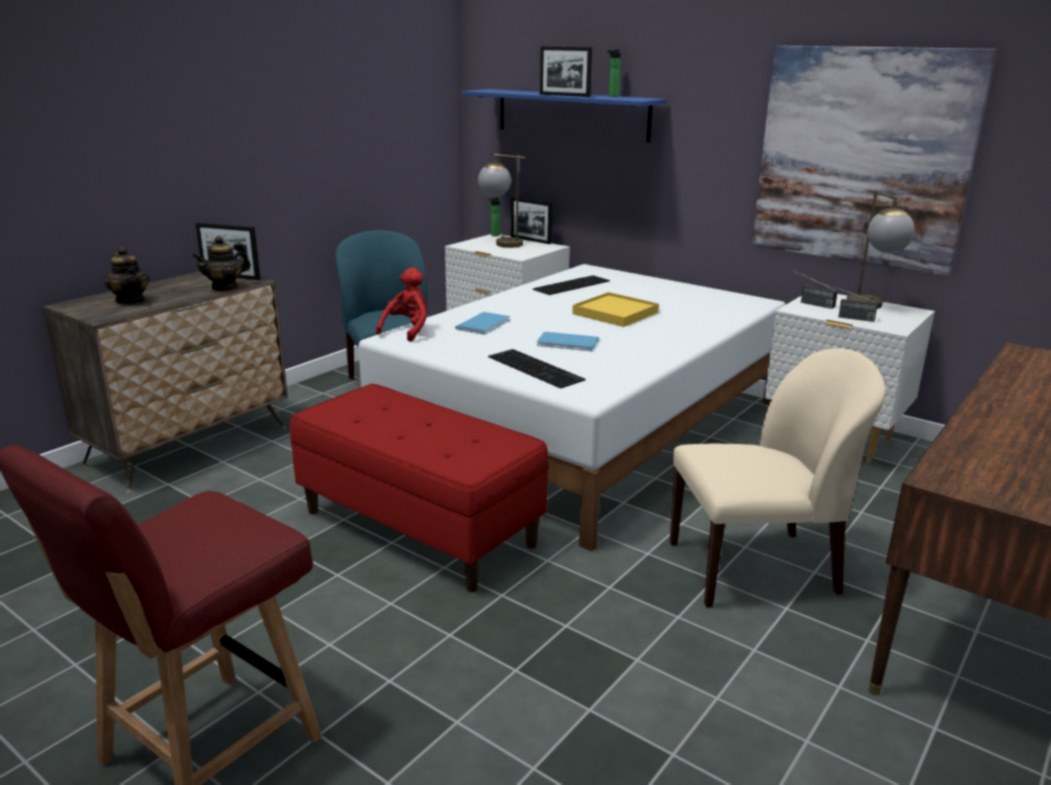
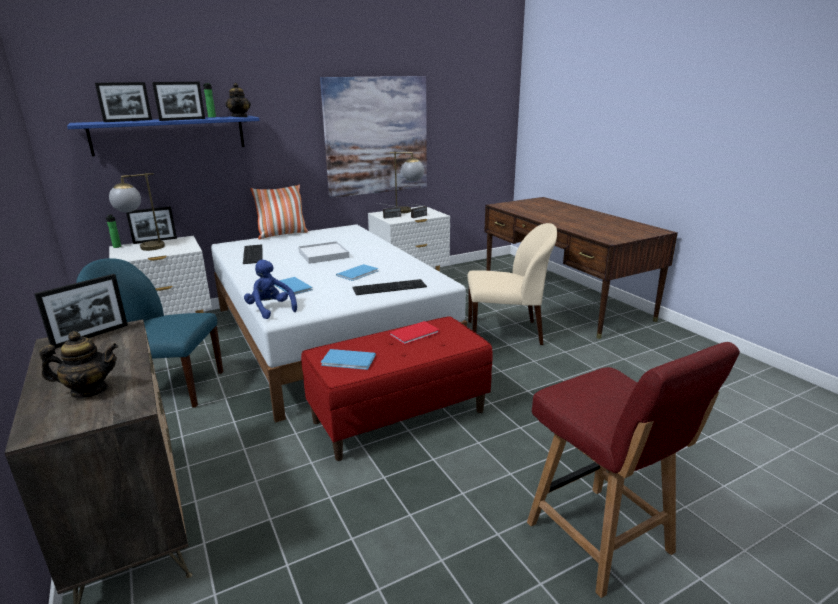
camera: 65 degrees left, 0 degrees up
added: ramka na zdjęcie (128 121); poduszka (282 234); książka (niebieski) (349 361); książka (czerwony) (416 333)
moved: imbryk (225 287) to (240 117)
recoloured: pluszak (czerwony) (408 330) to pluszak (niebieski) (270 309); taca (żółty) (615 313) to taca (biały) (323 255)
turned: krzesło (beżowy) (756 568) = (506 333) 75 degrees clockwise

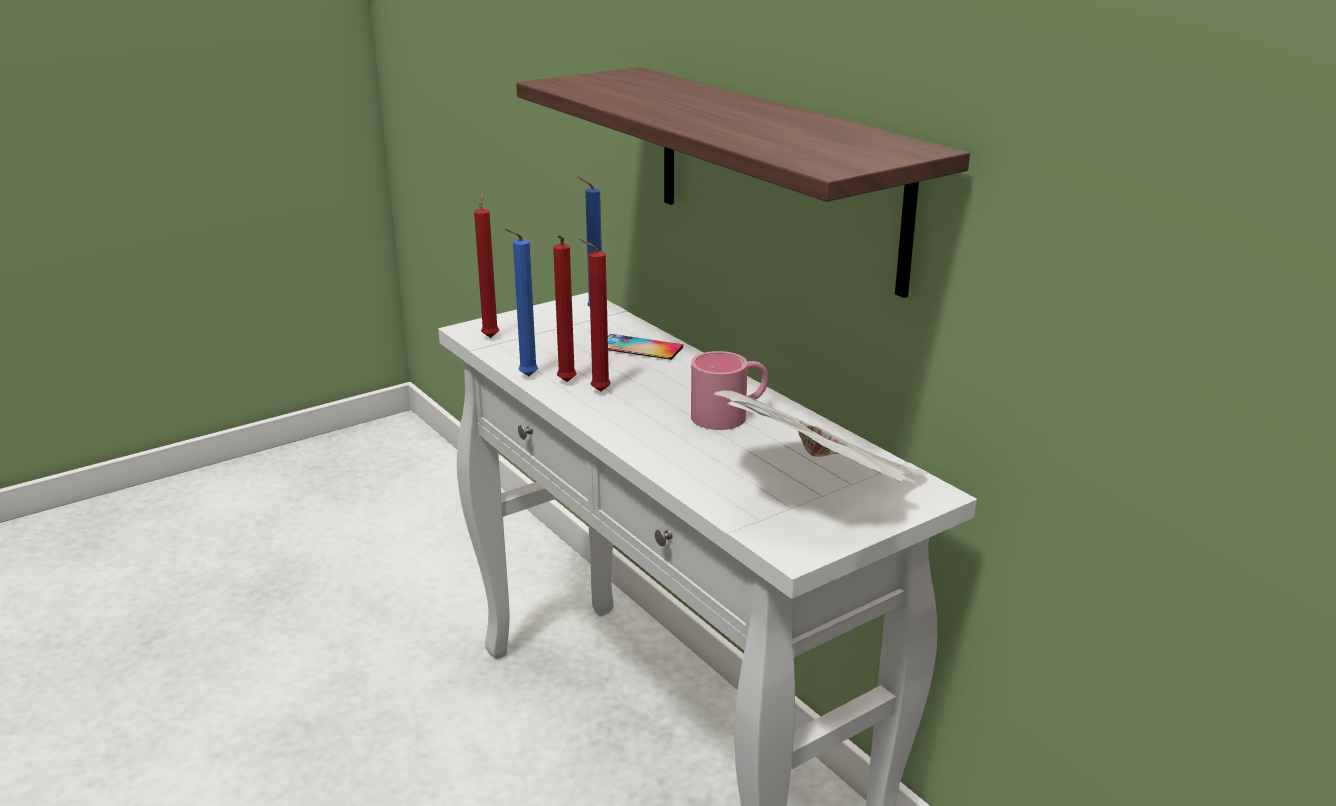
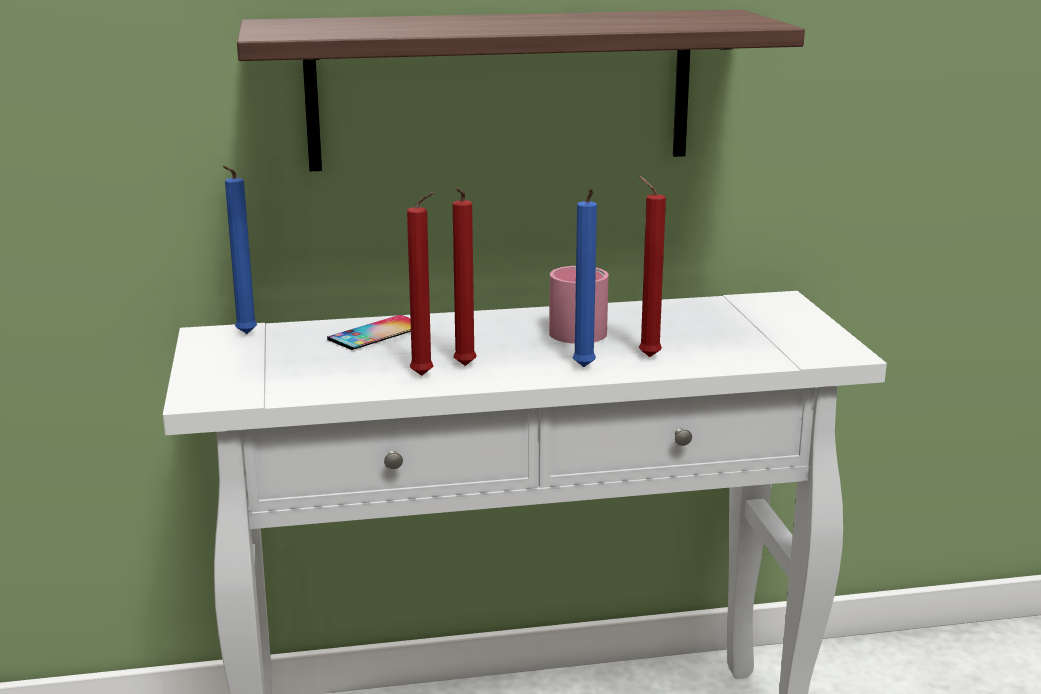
camera: 65 degrees left, 5 degrees down
removed: gazeta (823 489)
moved: świeca (niebieski) (525 377) to (584 368); świeca (czerwony) (491 336) to (646 356)

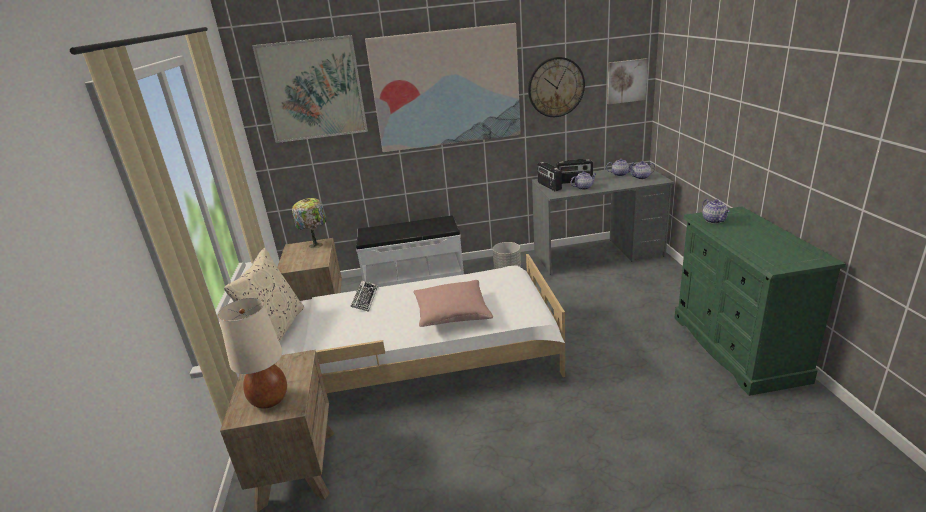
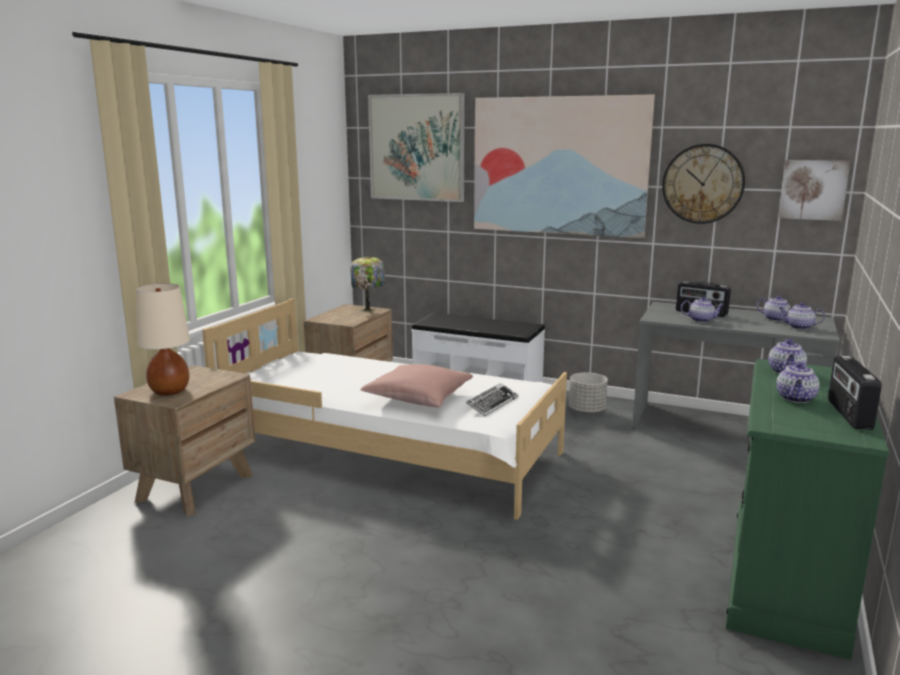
camera: 30 degrees right, 10 degrees down
removed: poduszka (beżowy) (276 329)
added: imbryk (796 399)
moved: klawiatura (365 299) to (492 403); radio (549 186) to (848 414)

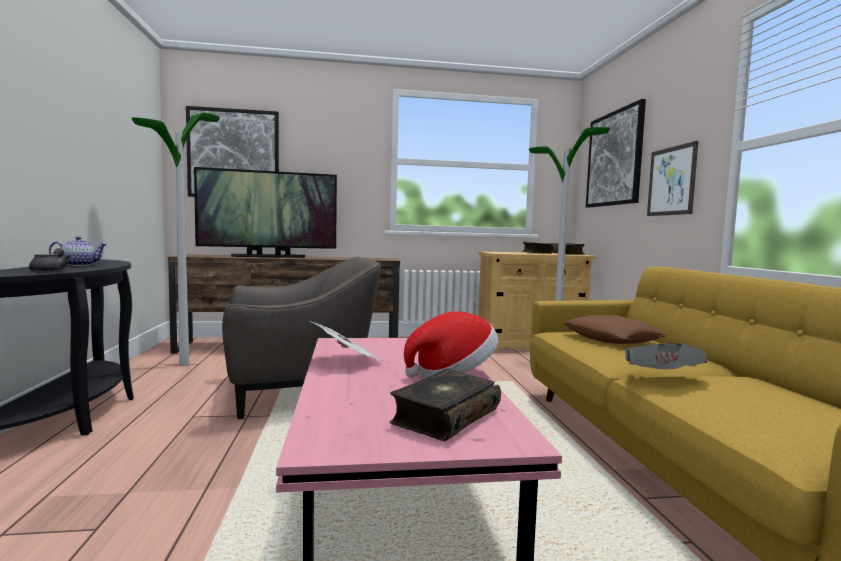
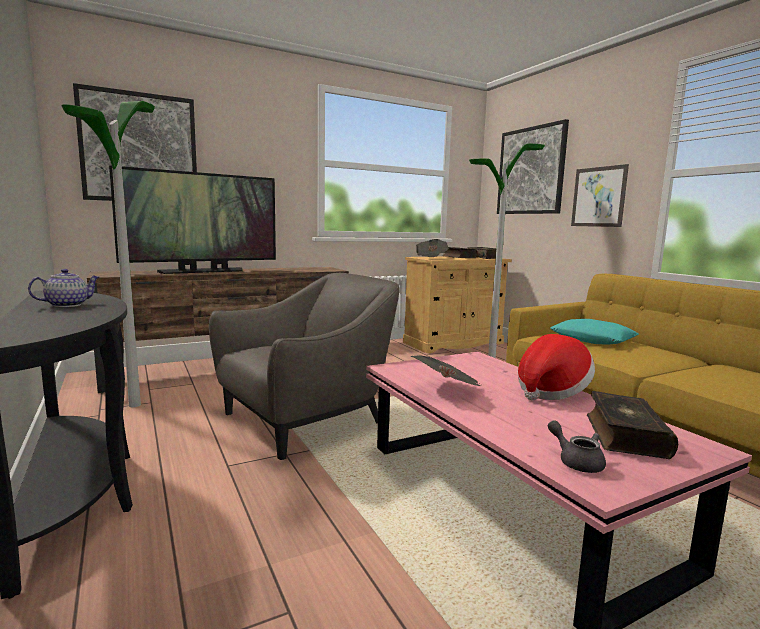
camera: 20 degrees left, 5 degrees up
moved: gazeta (662 378) to (431 258); imbryk (szary) (50 270) to (576 461)
recoloured: poduszka (brązowy) (612 338) to poduszka (turkusowy) (592 339)

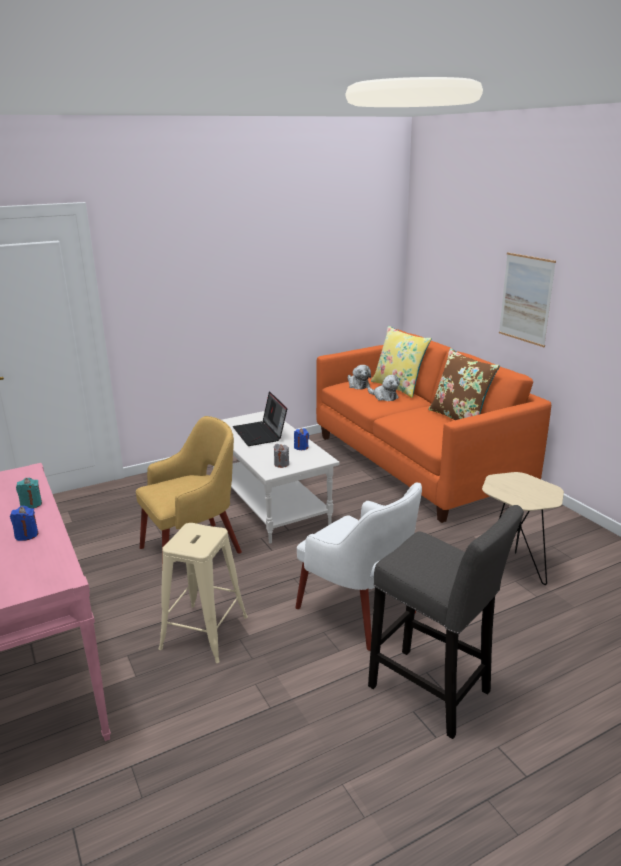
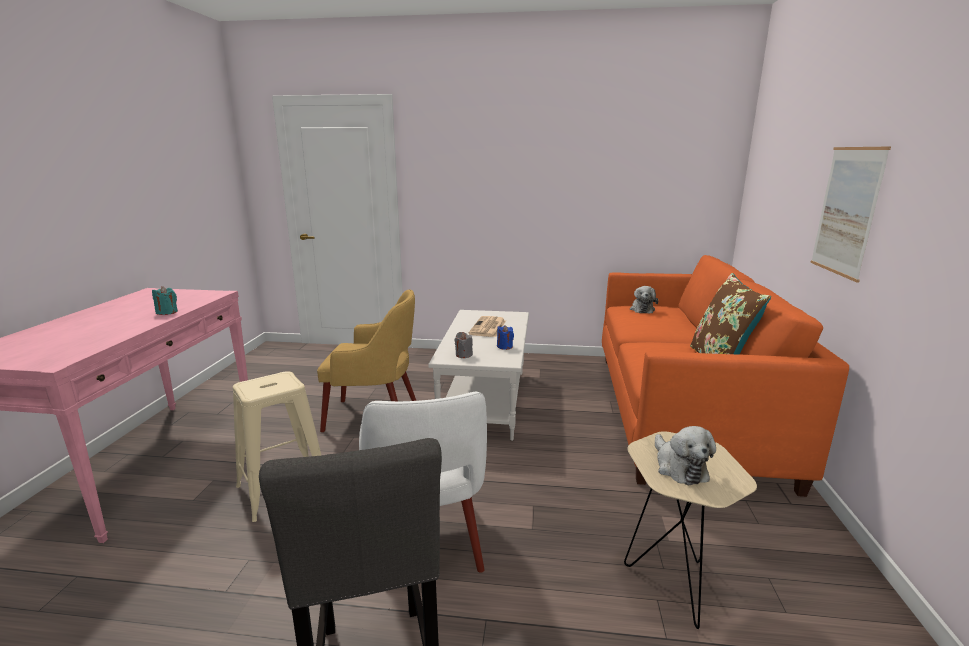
camera: 35 degrees right, 5 degrees down
removed: świeca (niebieski) (26 535); poduszka (żółty) (398 387)
moved: pluszak (384 397) to (679 467)
replaced: laptop (260 434) to gazeta (488 327)

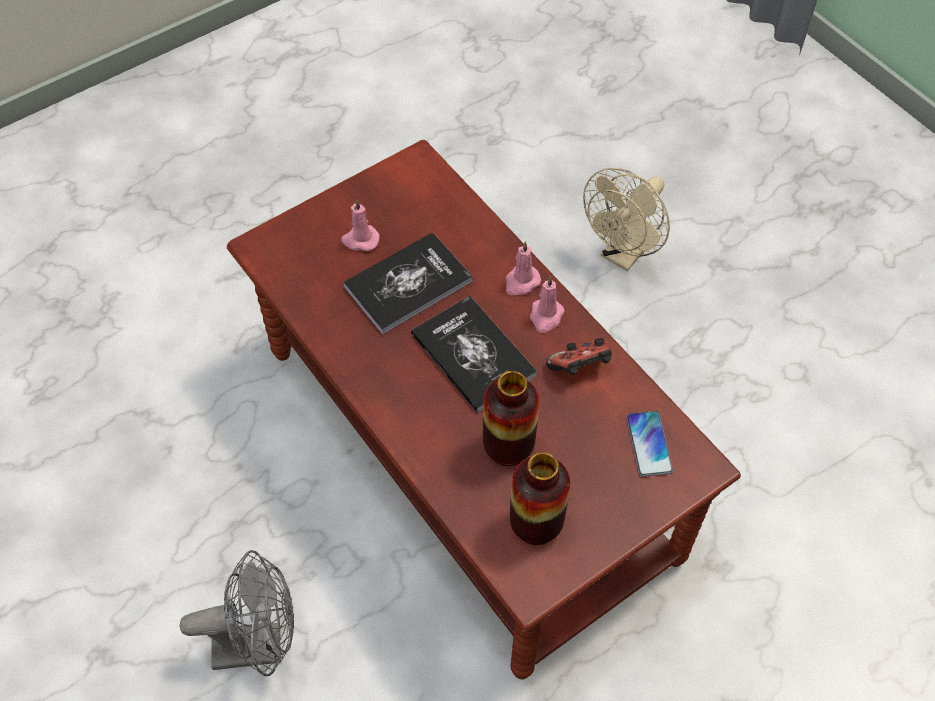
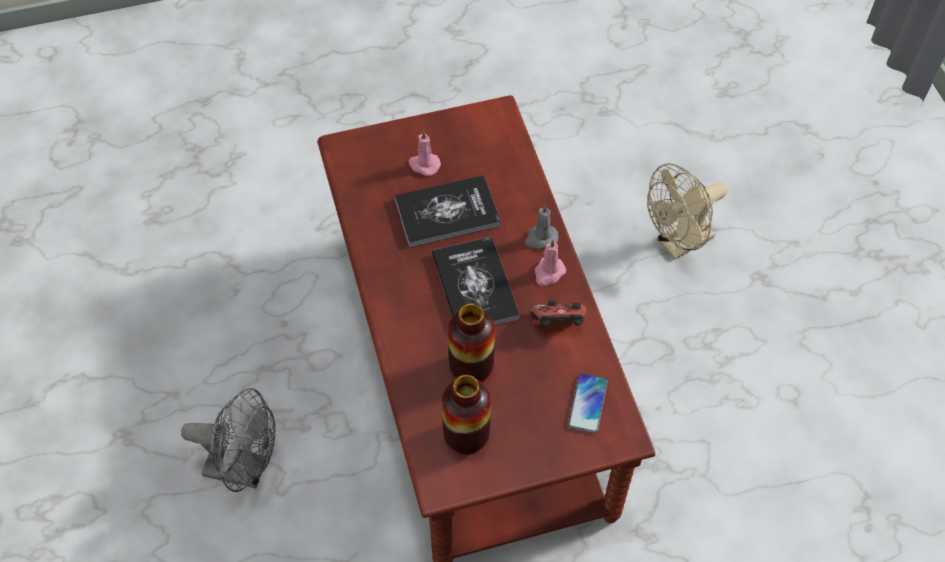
camera: 20 degrees right, 0 degrees up
recoloured: świeca (różowy) (521 282) to świeca (szary) (540 238)

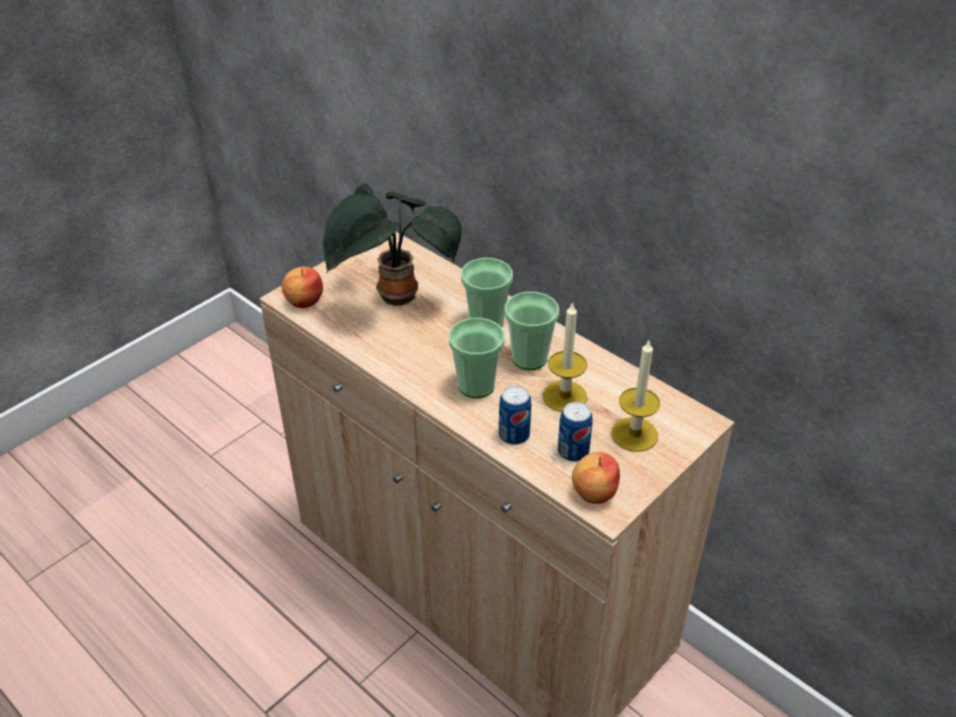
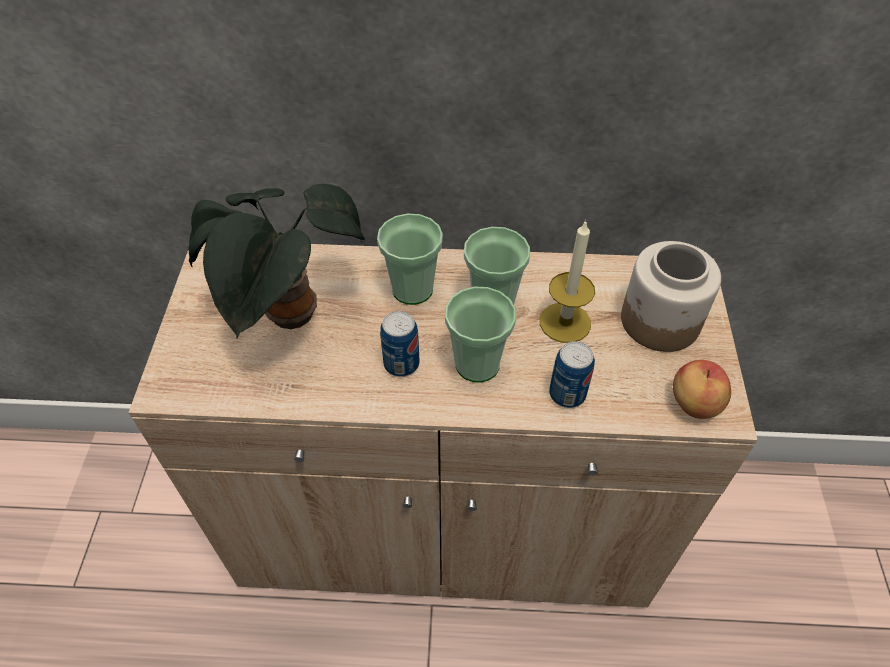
camera: 40 degrees left, 10 degrees up
removed: jabłko (304 301)
moved: puszka (573 451) to (401 363)
replaced: świeca (634 434) to słoik (659 322)

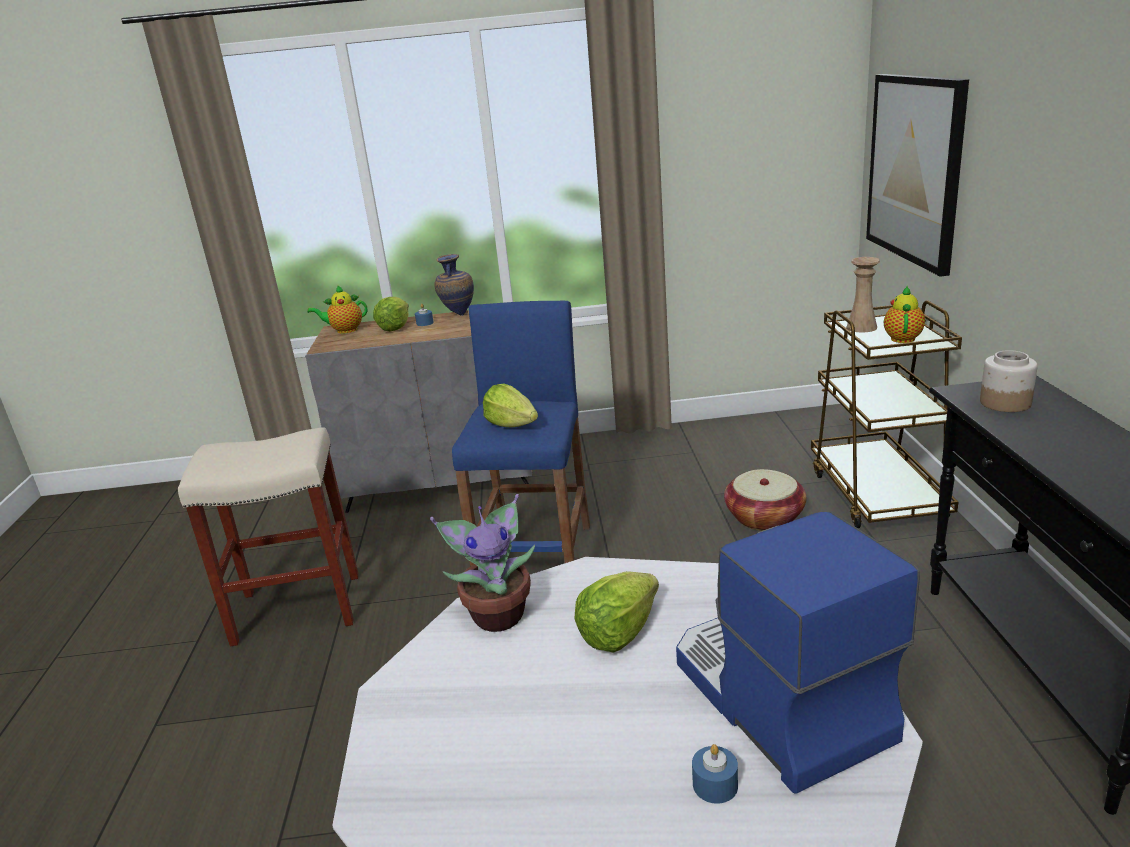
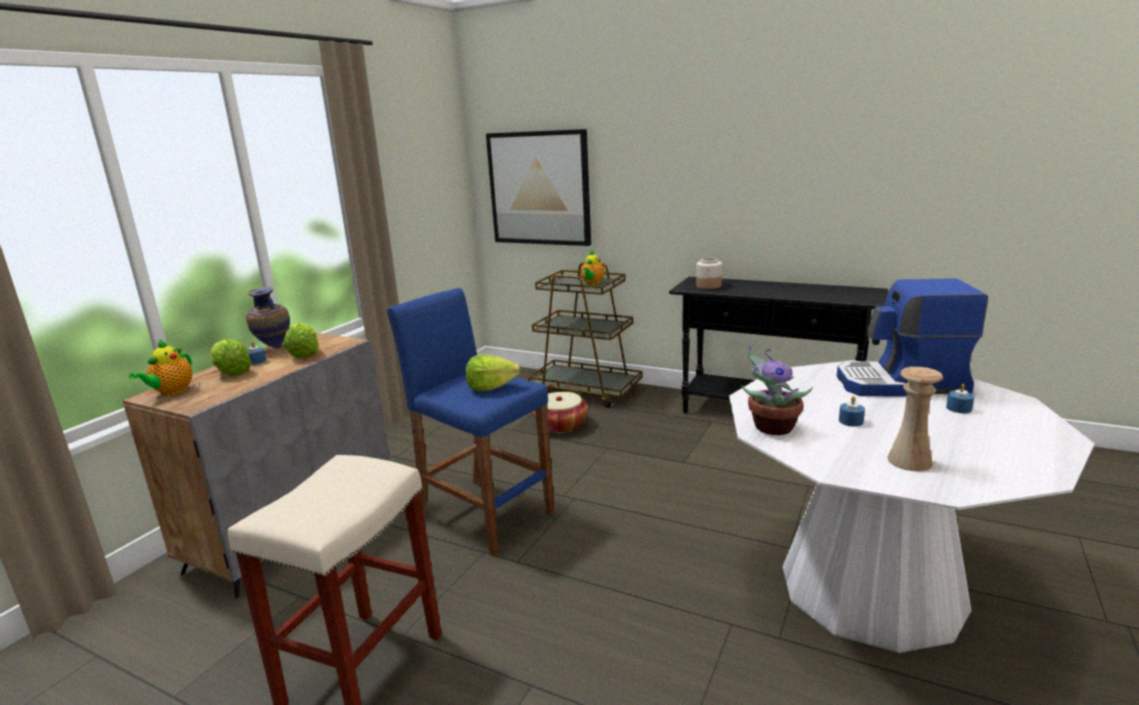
camera: 60 degrees left, 5 degrees down
added: świeca (niebieski) (851 421)
moved: sałata (618 632) to (304 354); wazon (beżowy) (861 327) to (909 461)
turned: imbryk (902 338) = (592 283) 120 degrees counterclockwise

